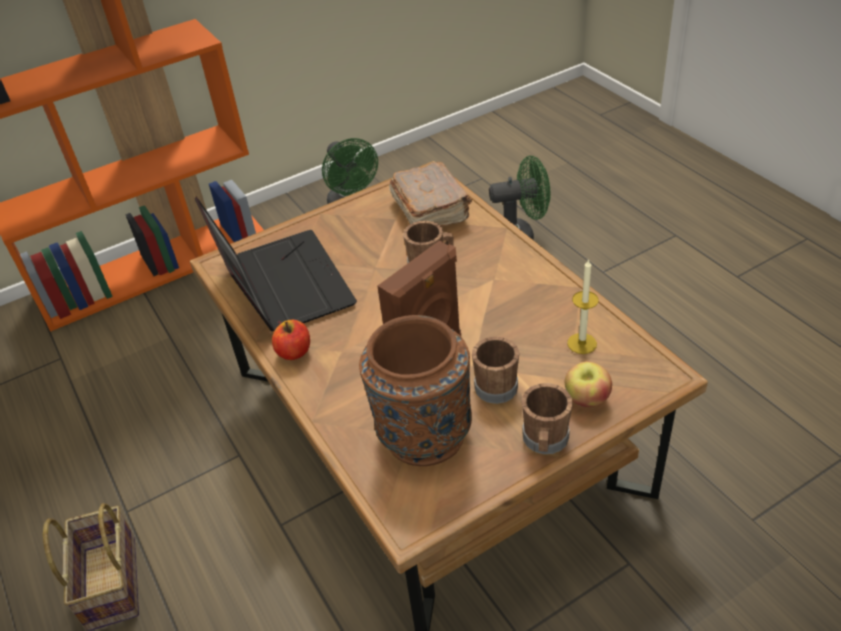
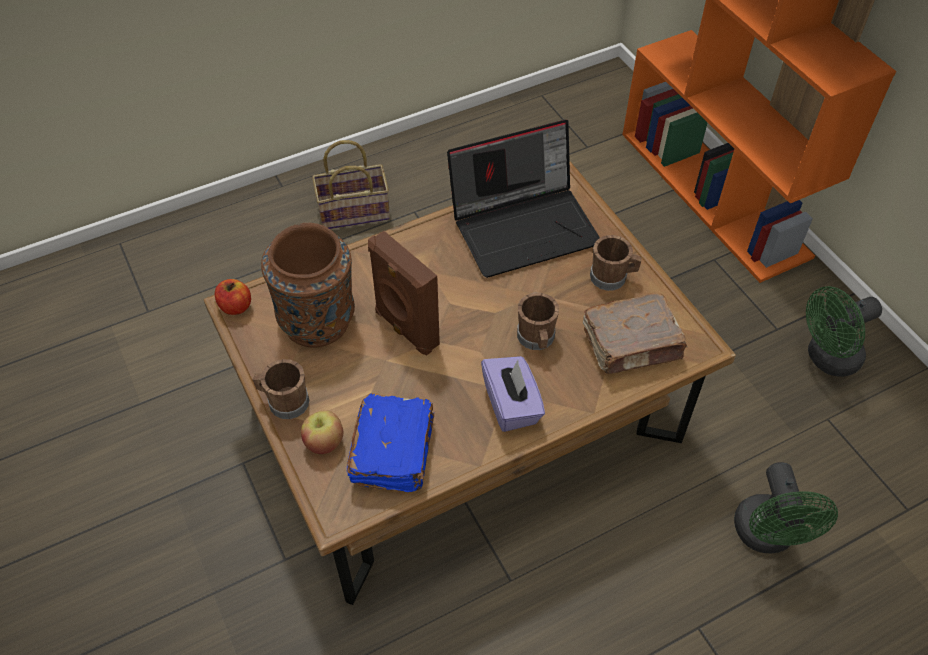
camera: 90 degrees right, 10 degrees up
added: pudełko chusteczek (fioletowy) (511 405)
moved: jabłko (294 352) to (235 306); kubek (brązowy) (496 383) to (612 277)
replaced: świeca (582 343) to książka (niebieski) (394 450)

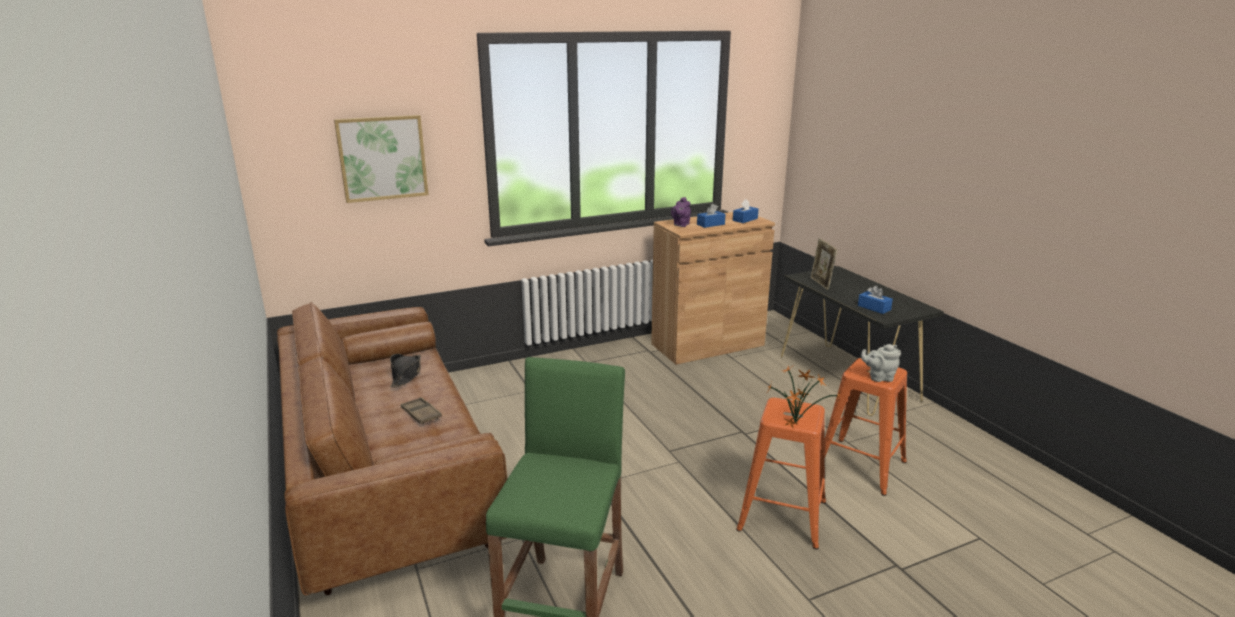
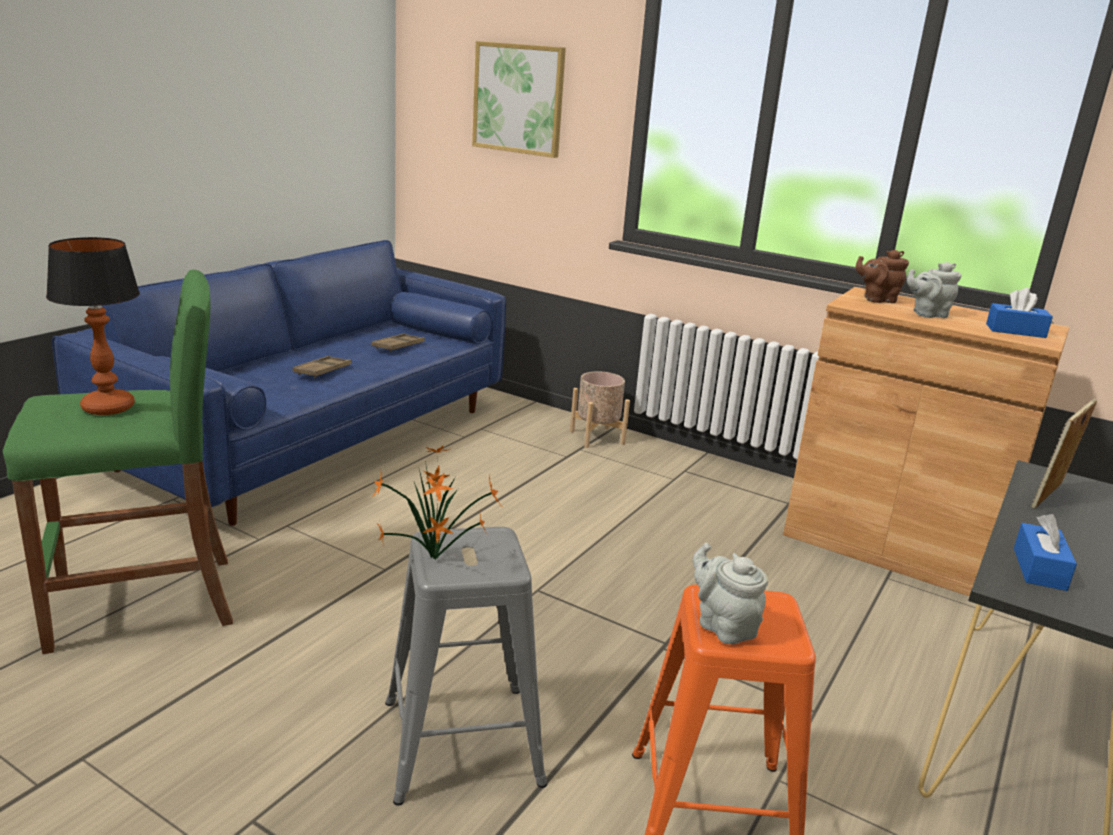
camera: 55 degrees right, 0 degrees up
added: lampa stołowa (109 407); donica (beżowy) (597 437)
replaced: kapelusz (czarny) (406 375) to taca (brązowy) (398 346); pudełko chusteczek (niebieski) (710 224) to imbryk (szary) (927 314)
recoloured: kanapa (brązowy) (387 478) to kanapa (niebieski) (313 438); stołek (pomarańczowy) (783 515) to stołek (szary) (464 742); imbryk (fioletowy) (680 225) to imbryk (brązowy) (877 299)

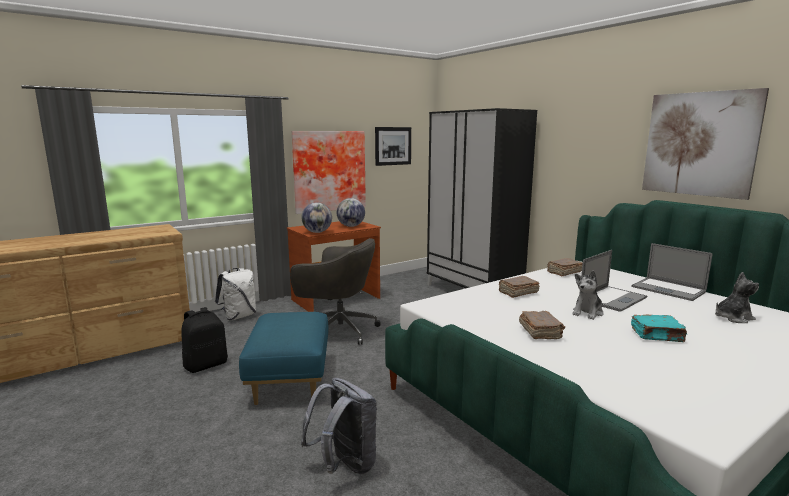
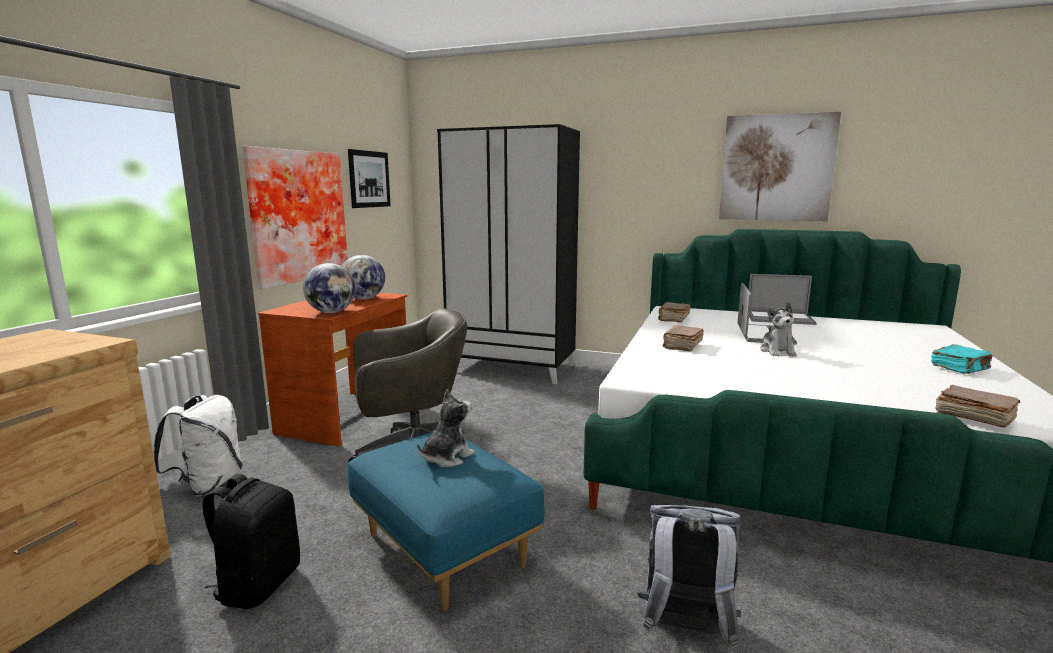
camera: 35 degrees left, 0 degrees up
moved: pluszak (732 318) to (446 457); książka (turkusowy) (657 336) to (960 368); książka (brązowy) (540 332) to (973 417)

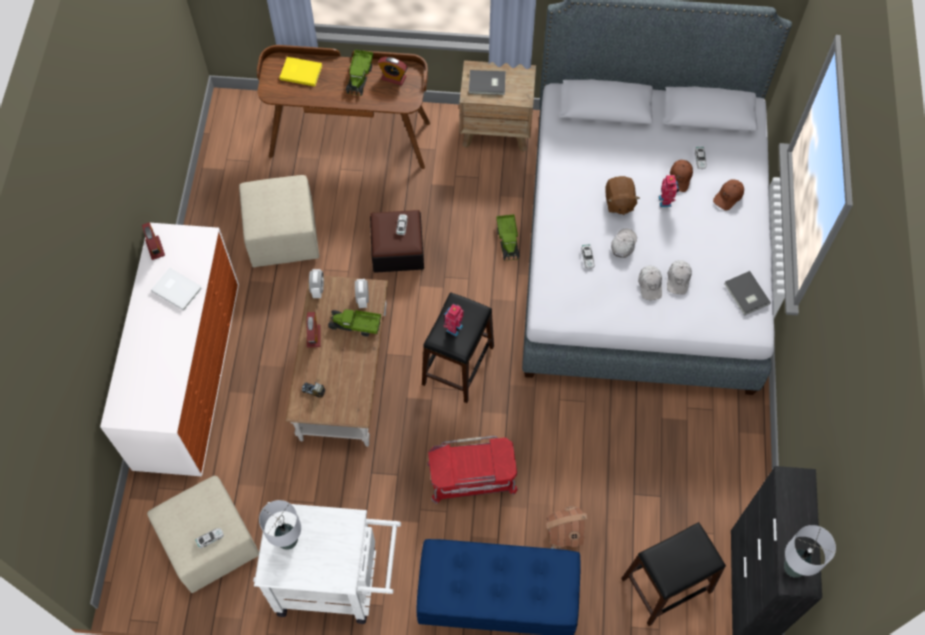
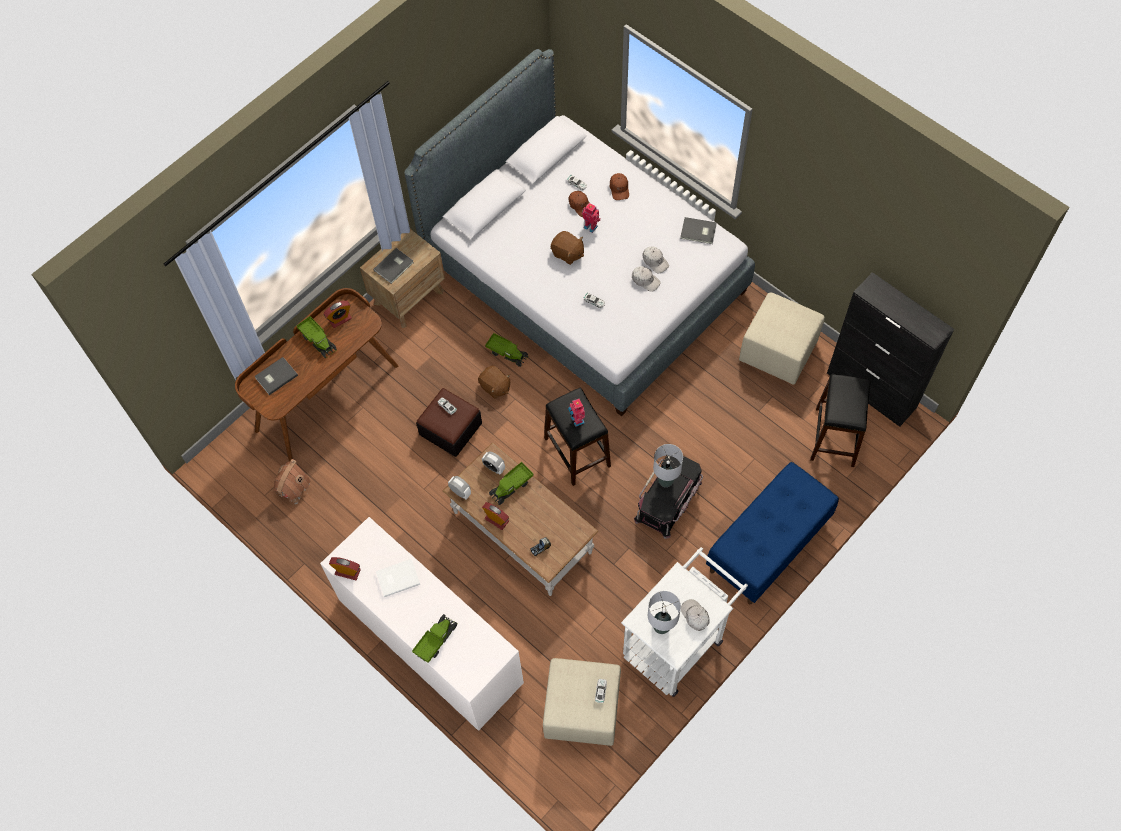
camera: 50 degrees left, 0 degrees up
added: ciężarówka zabawkowa (435 640); pluszak (brązowy) (495 387)
moved: domek (564 532) to (293 488); lampa stołowa (szary) (793 568) to (666 481); czapka z daszkiem (biały) (623 244) to (695 616); pufa (beżowy) (282 235) to (777 351)
recoloured: książka (żółty) (300 71) to książka (szary) (275 376); pojemnik do przechowywania (czerwony) (472 477) to pojemnik do przechowywania (czarny) (669 501)

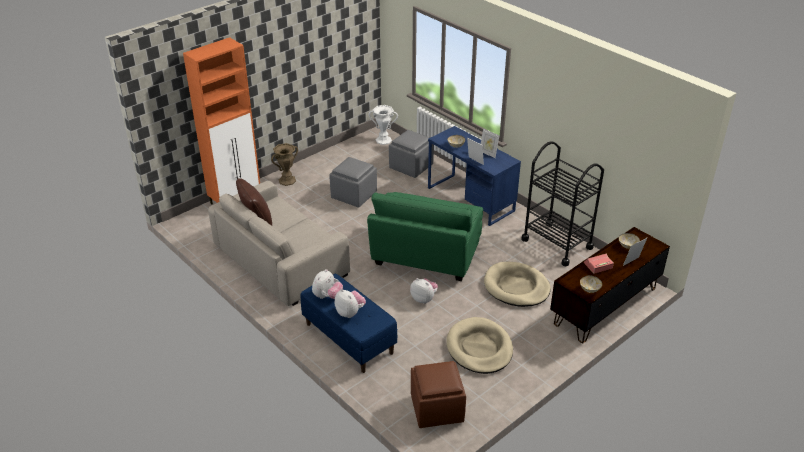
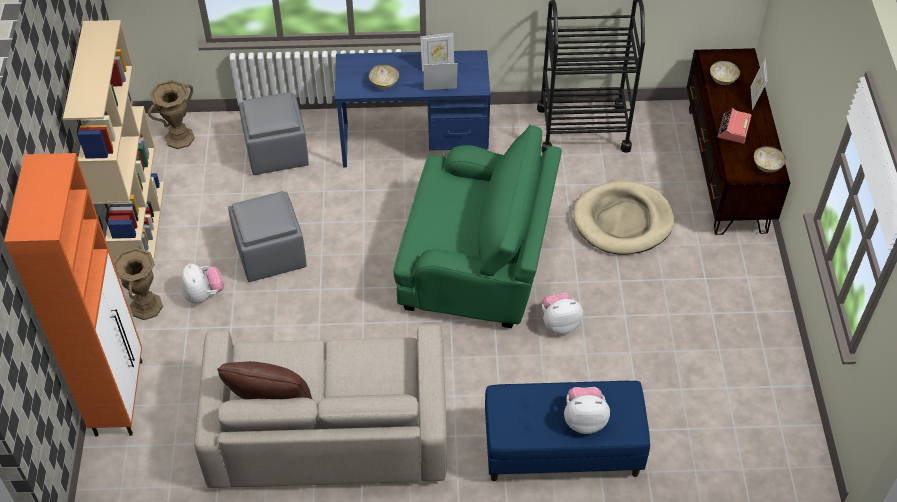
camera: 50 degrees left, 15 degrees up
removed: pufa (brązowy) (436 409); legowisko (beżowy) (479 348)
added: regał (beżowy) (140 228)
moved: pluszak (327 296) to (204 294)
recoloured: wazon (biały) (383 140) to wazon (brązowy) (179 138)
turned: fotel (zielony) (425 254) = (477 263) 45 degrees counterclockwise

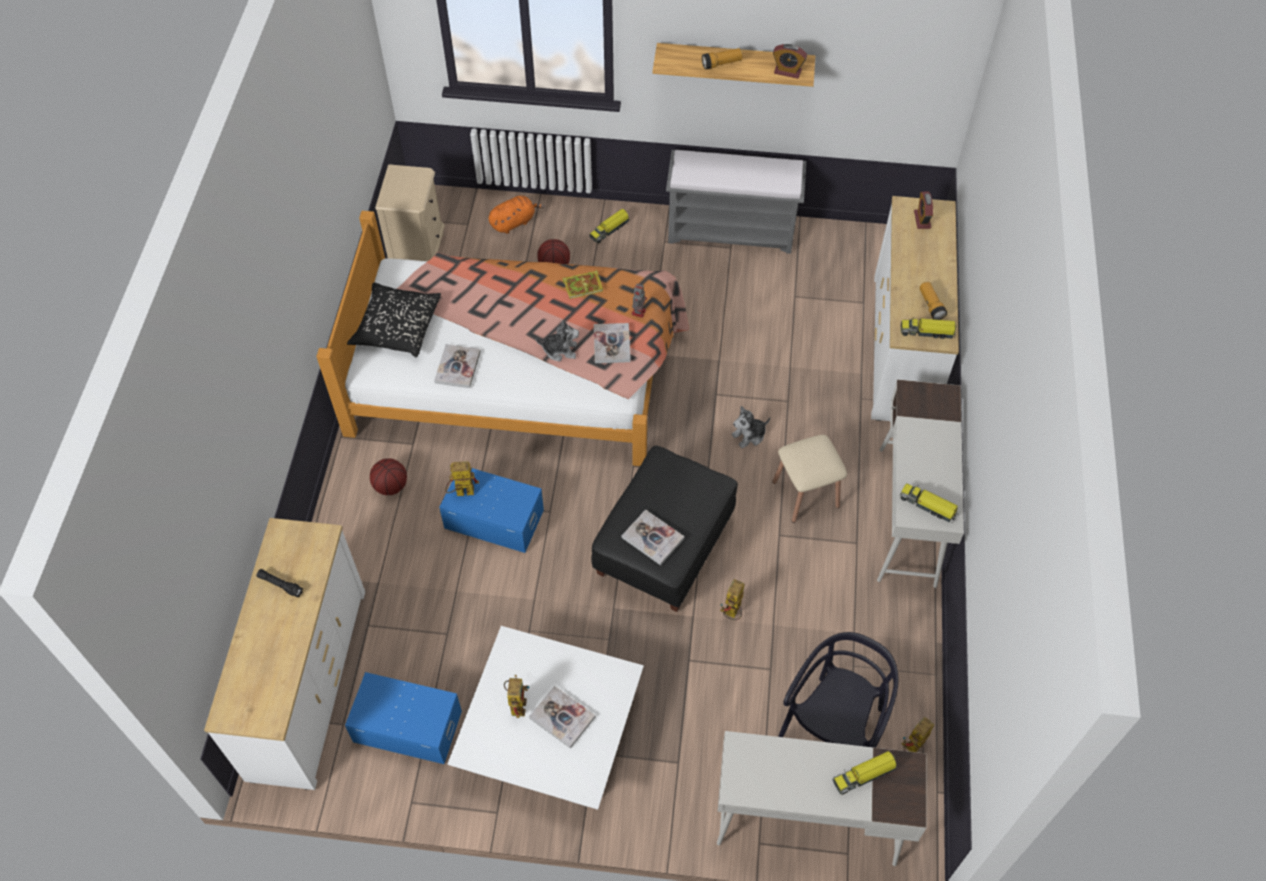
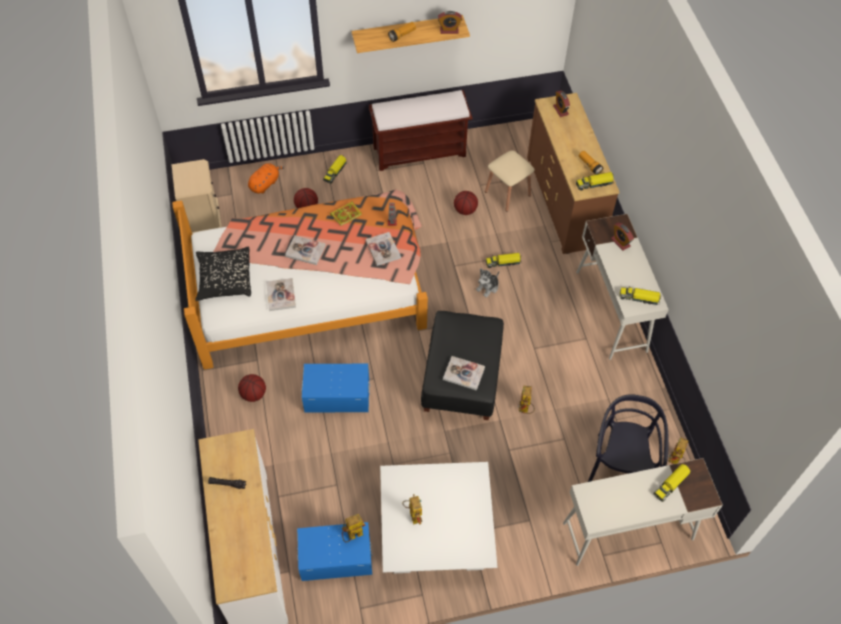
camera: 20 degrees left, 0 degrees up
removed: pluszak (560 350)
added: piłka do koszykówki (465 210); ciężarówka zabawkowa (503 262); budzik (620 242)
moved: książka (562 717) to (305 251); robot zabawkowy (461 492) to (352 536); stołek (beżowy) (805 494) to (507 193)
recoloured: ławka (szary) (732 231) to ławka (brązowy) (420 151); komoda (biały) (902 348) to komoda (brązowy) (564 201)

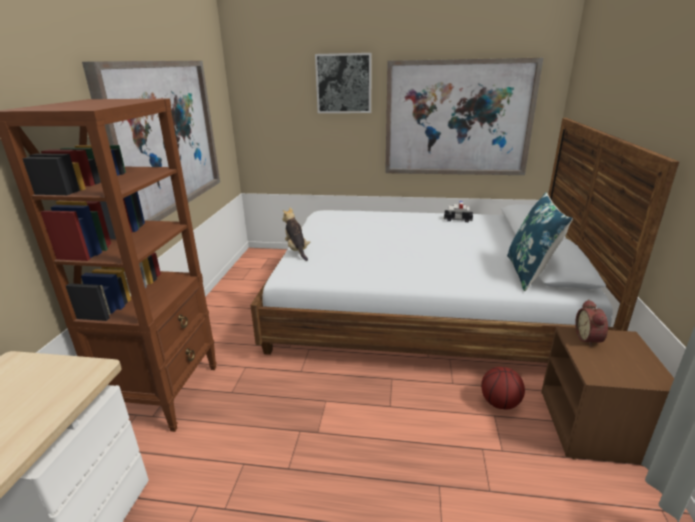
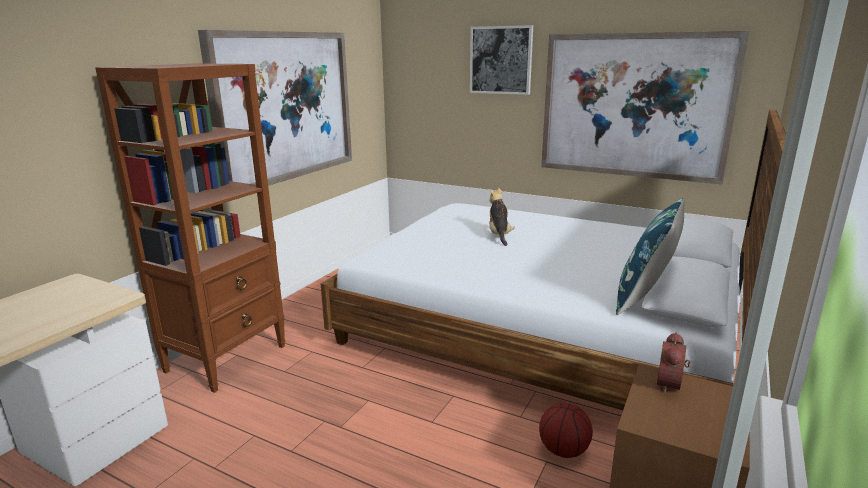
camera: 20 degrees right, 5 degrees down
removed: samochodzik (457 219)
moved: pluszak (297 250) to (499 235)

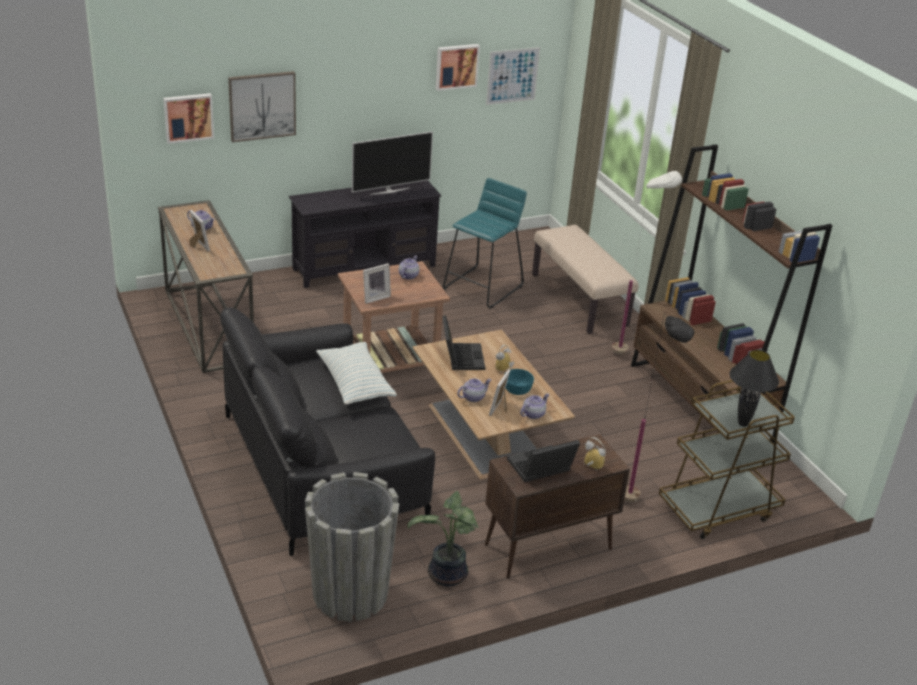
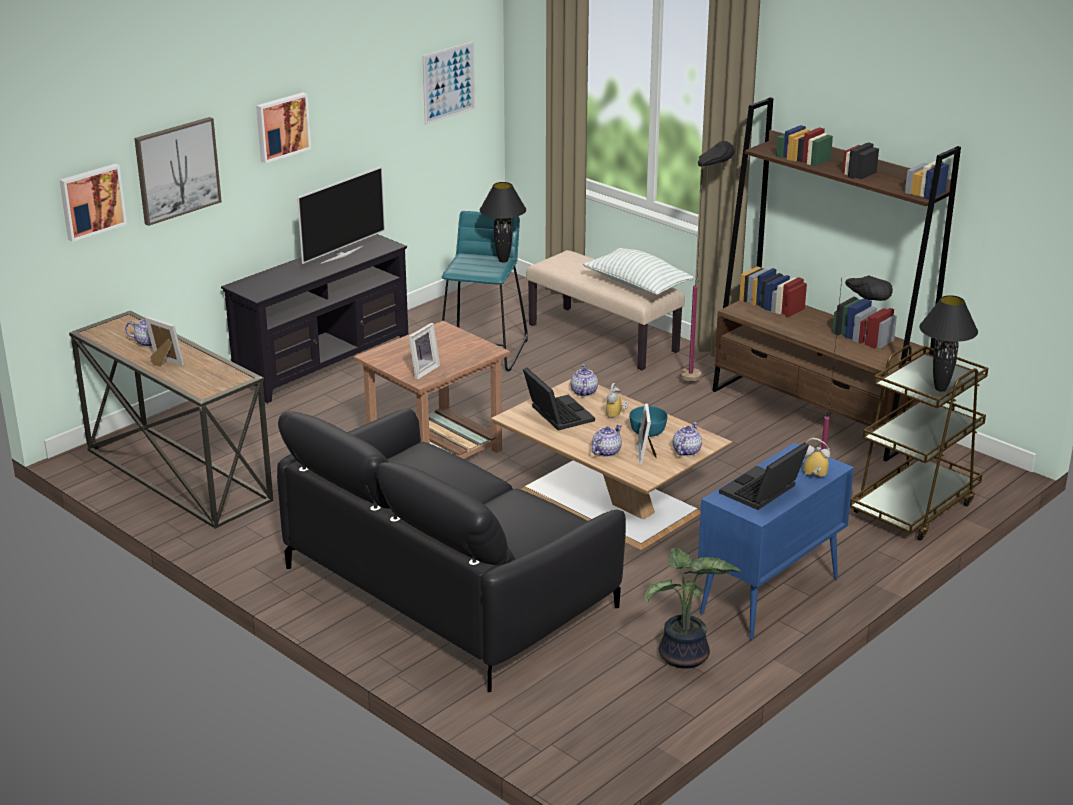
camera: 20 degrees left, 5 degrees down
removed: donica (szary) (350 594)
added: lampa stołowa (czarny) (503 260)
moved: obraz (456 66) to (281 126); imbryk (408 275) to (583 392); poduszka (355 384) to (637 285)
recoloured: lampa stojąca (biały) (631 350) to lampa stojąca (czarny) (700 375); szafka (brązowy) (547 547) to szafka (niebieski) (769 596)

